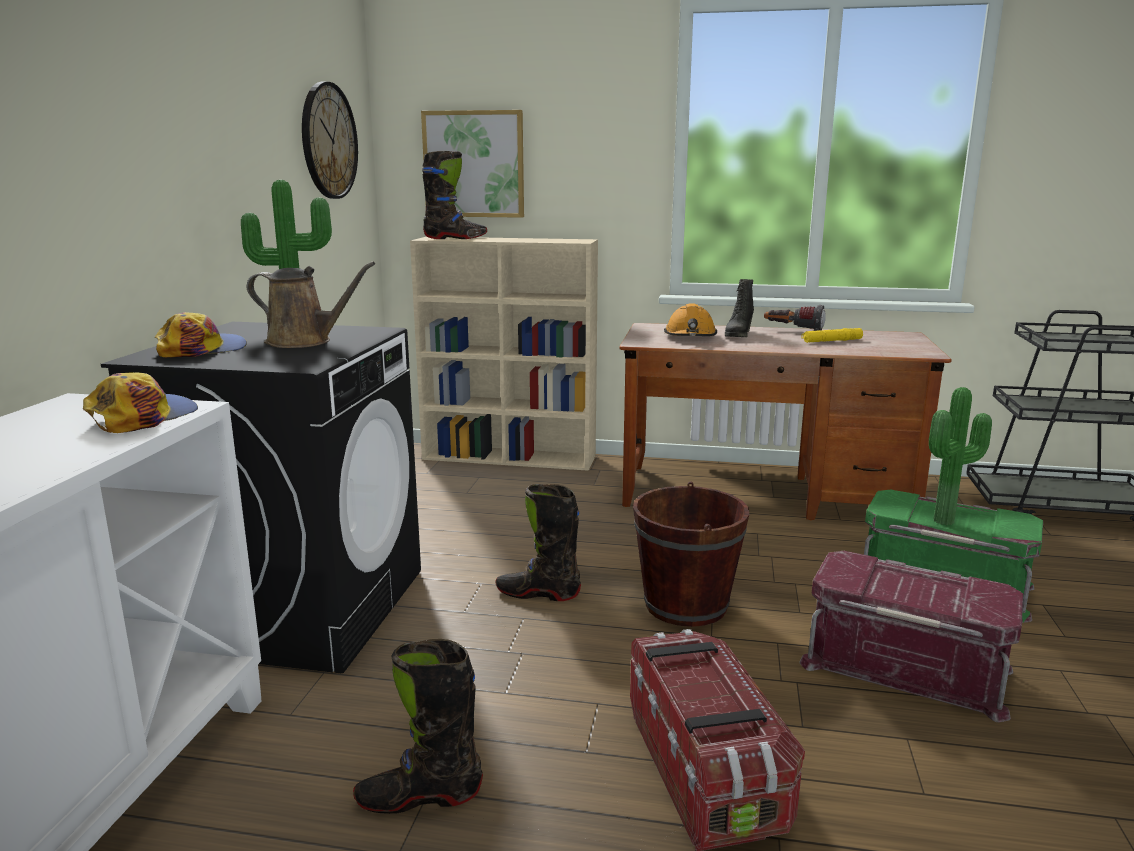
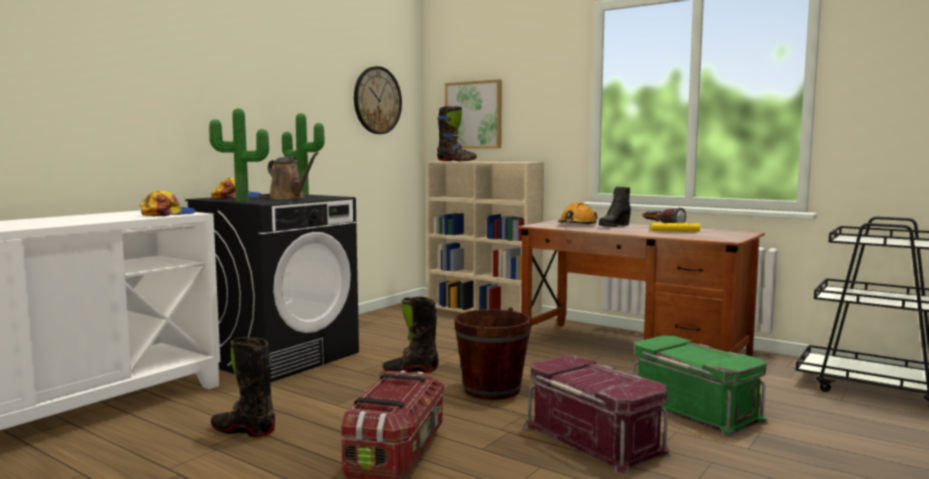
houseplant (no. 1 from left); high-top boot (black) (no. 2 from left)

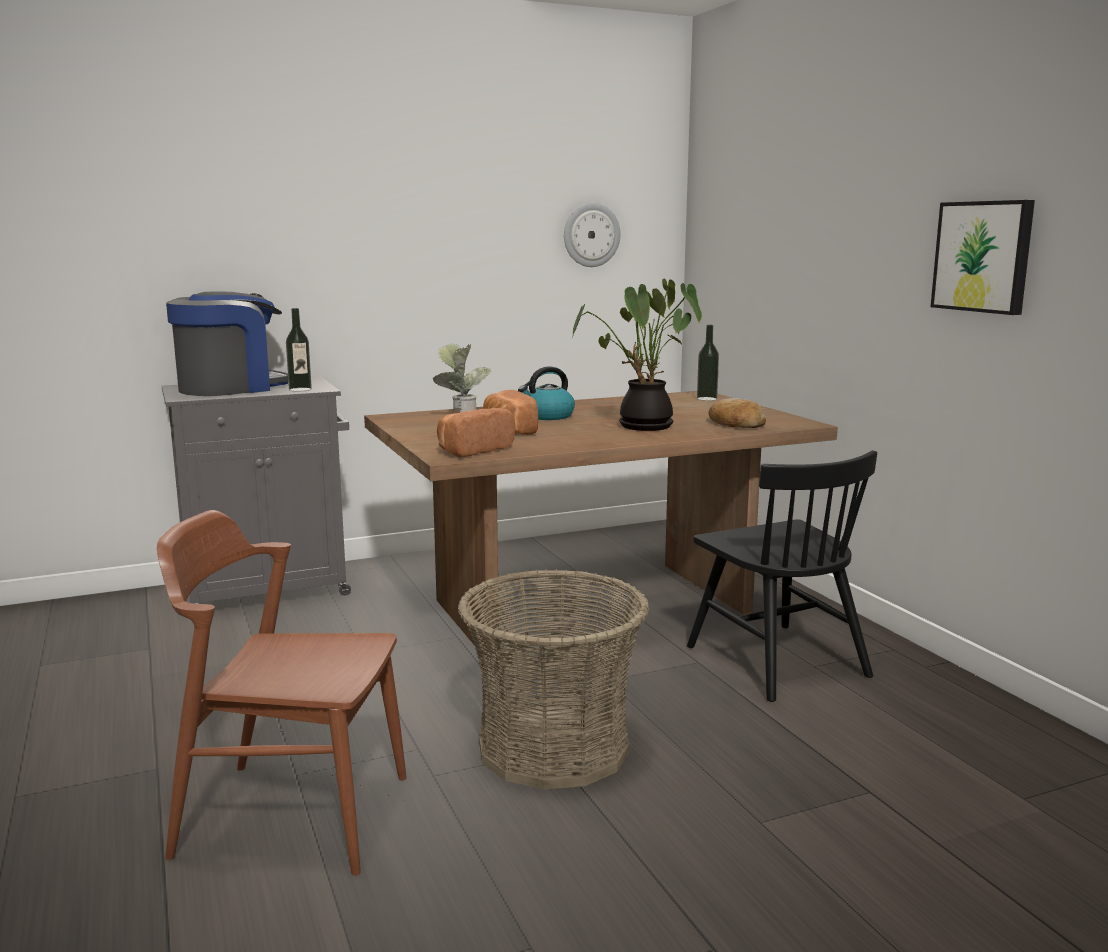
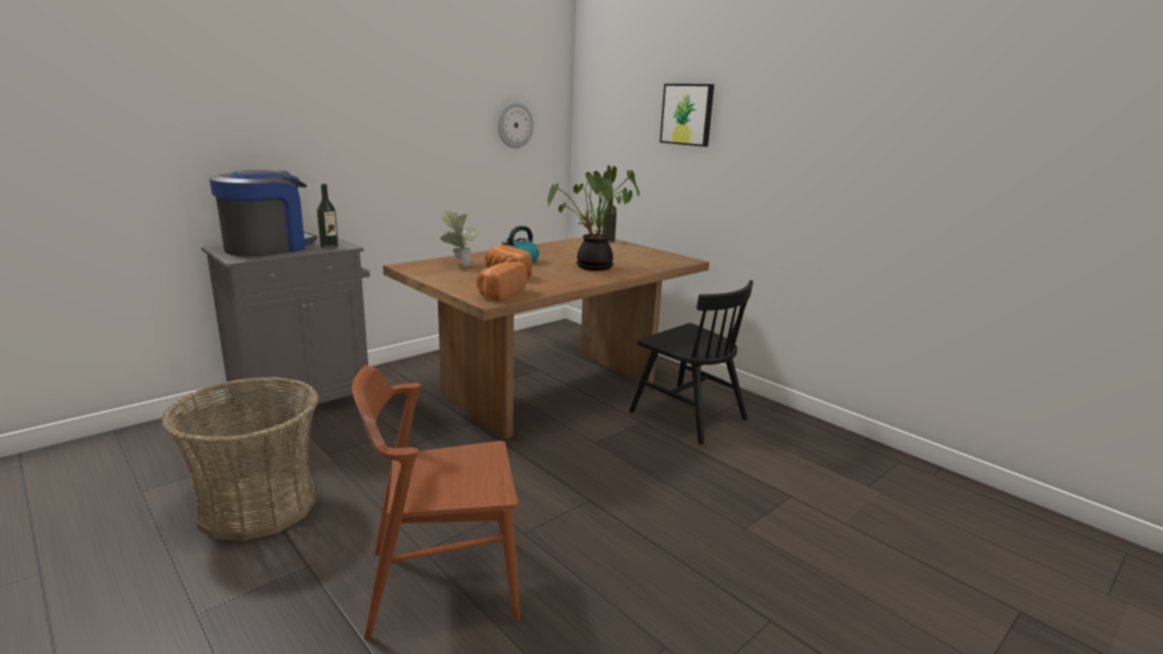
basket; wall art; baked bread (no. 3 from left in the first image)

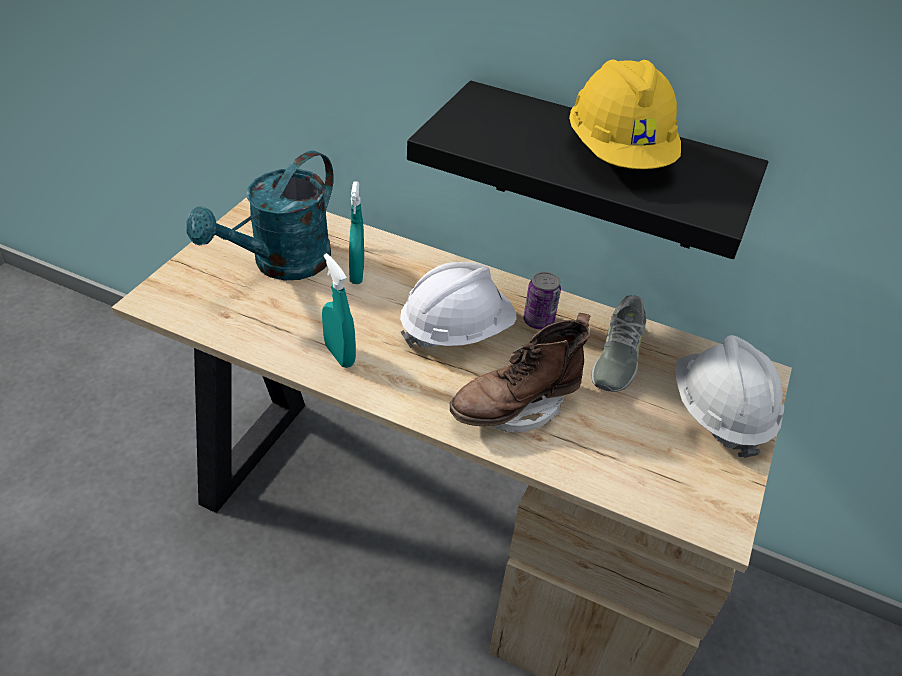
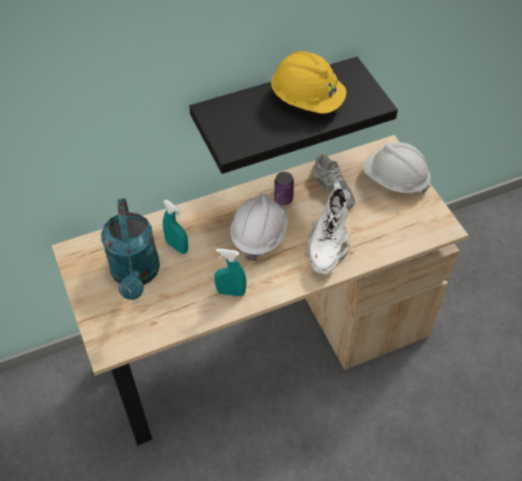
high-top boot (white-coloured)

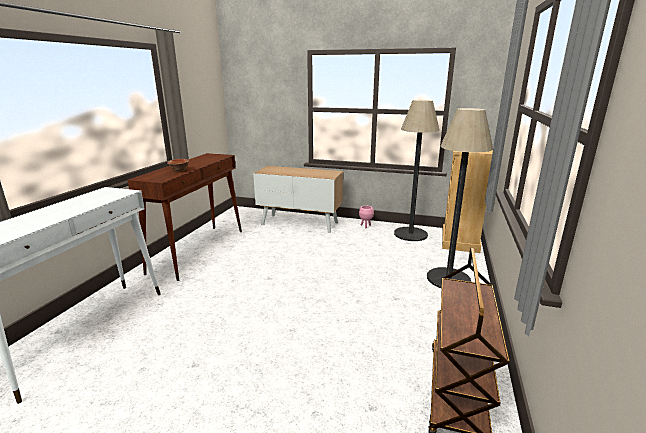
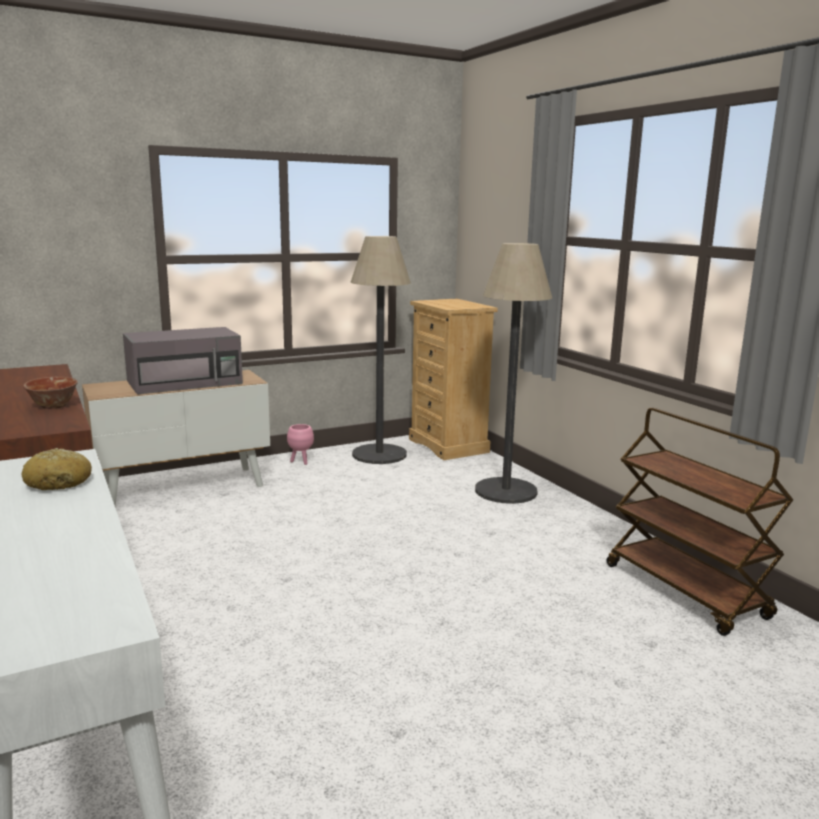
baked bread; microwave (grey)

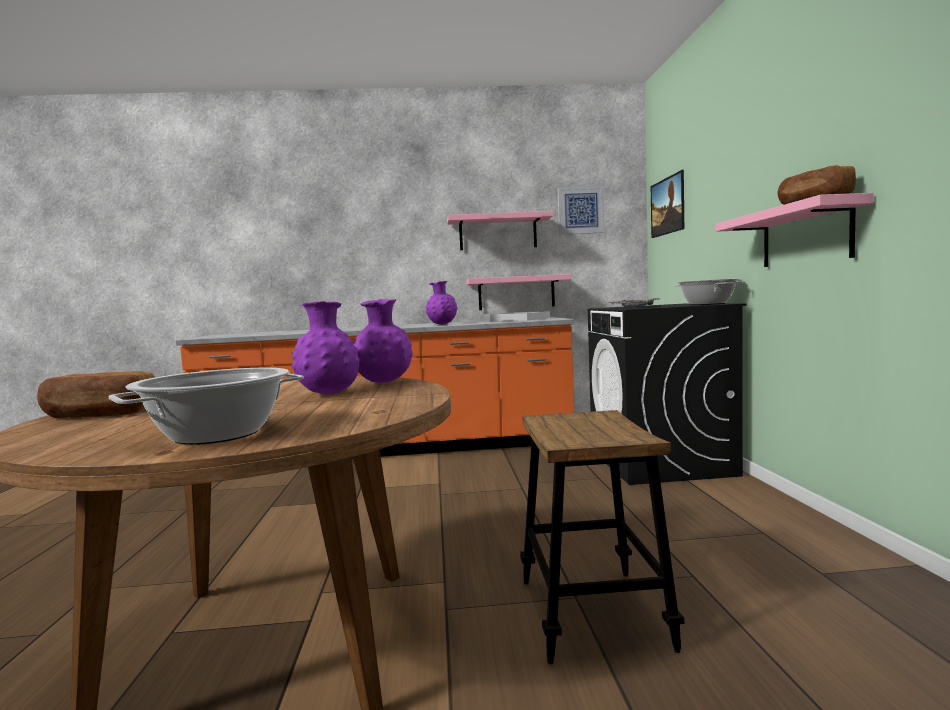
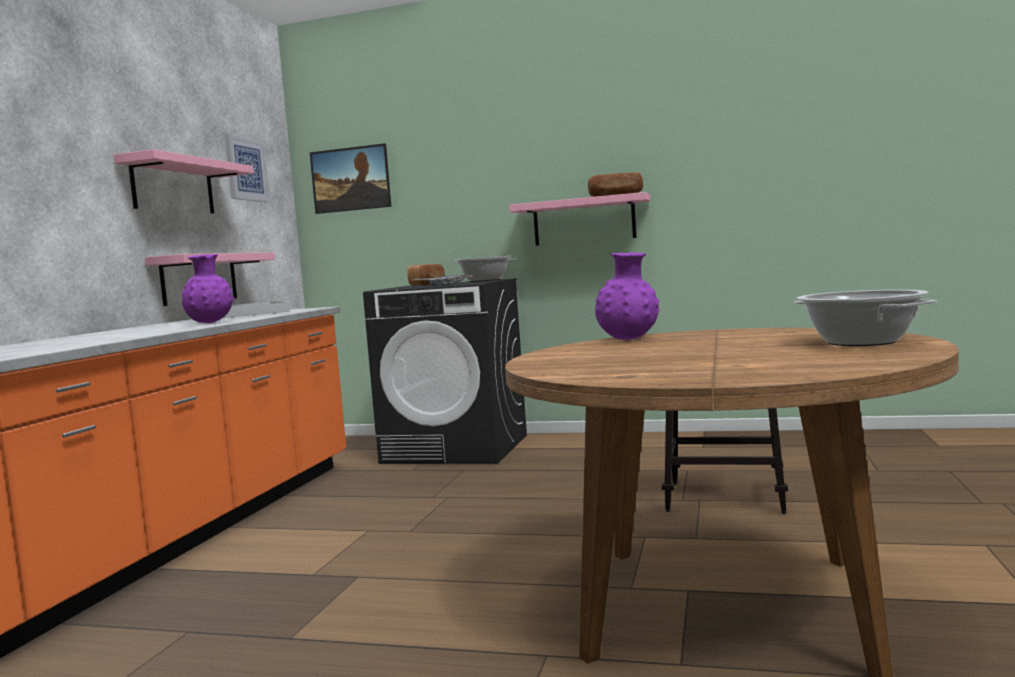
baked bread (no. 1 from left); decorative vase (purplish) (no. 1 from left in the first image)

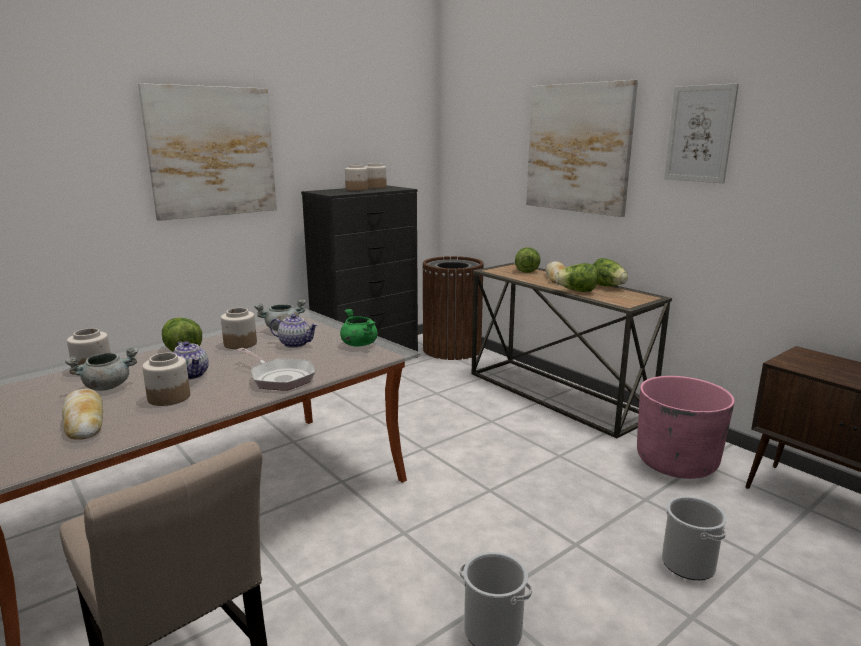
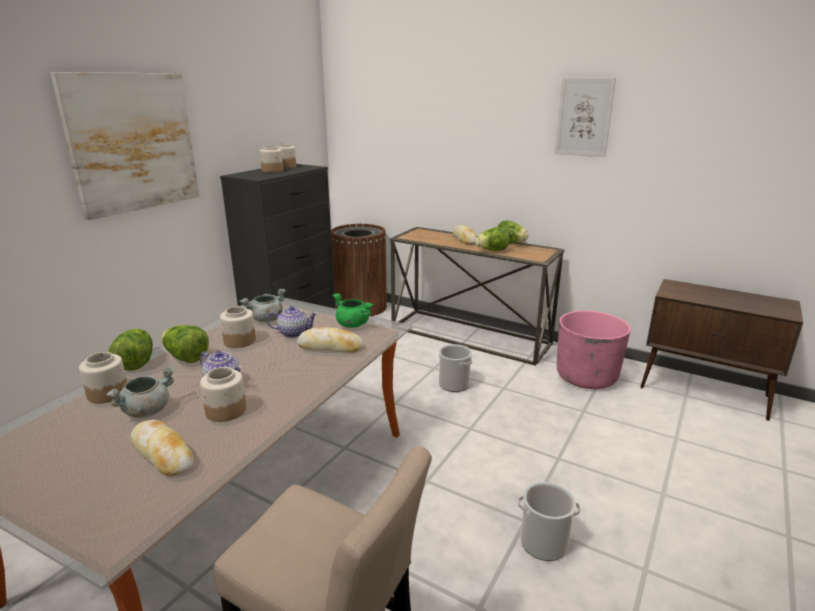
lettuce head (no. 1 from left); baked bread (no. 2 from left); bucket (no. 1 from left); pan; wall art (no. 2 from left in the first image)

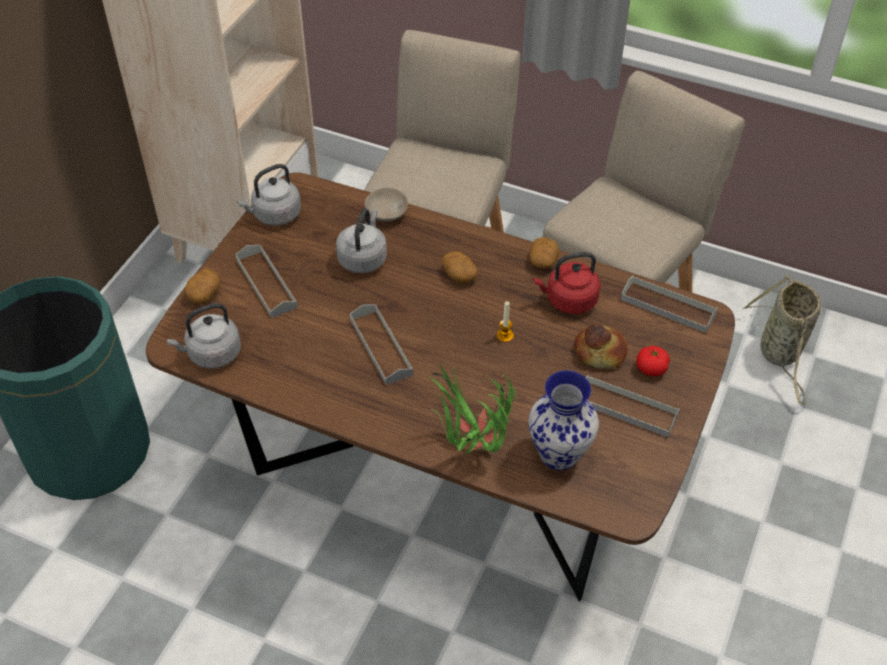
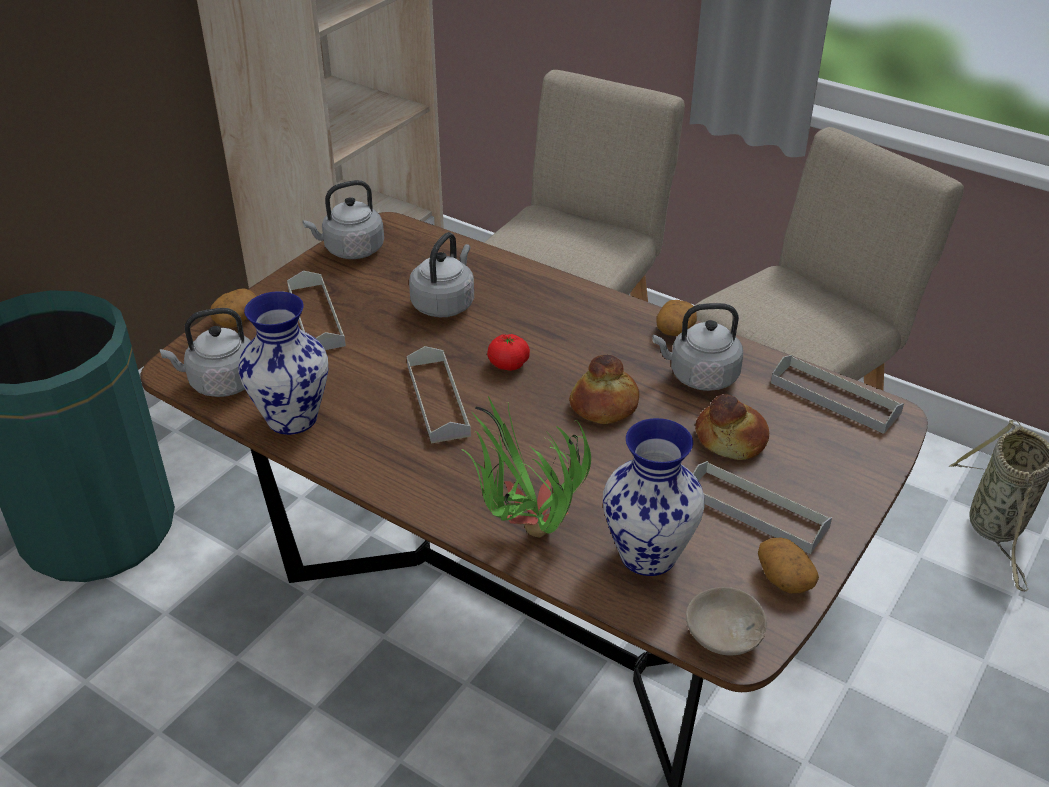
decorative vase (no. 1 from left); fresh tomato; baked bread (no. 1 from left); tea kettle (grey) (no. 4 from left); serving bowl (beige-coloured); spud (no. 3 from left)

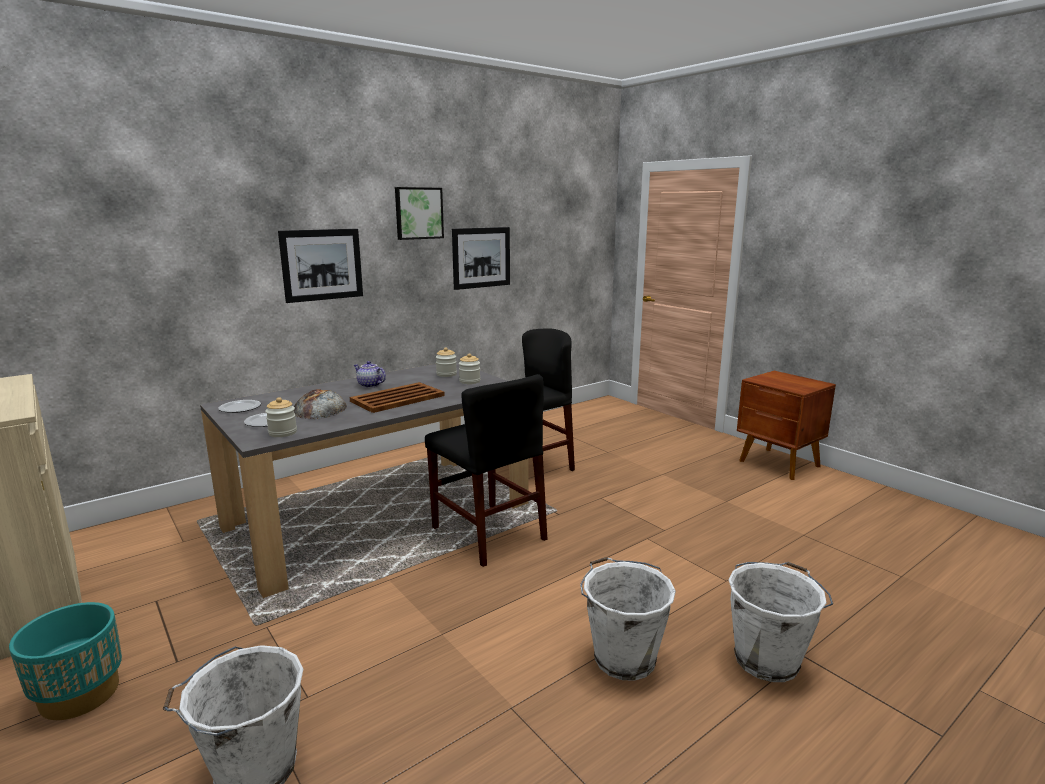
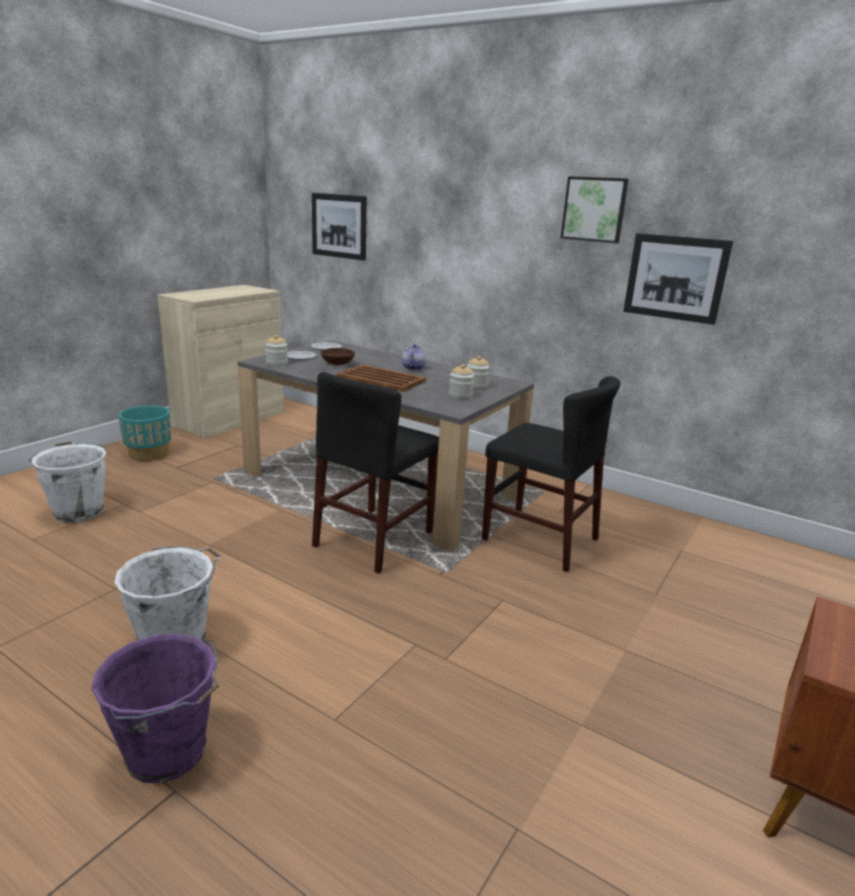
bucket (purplish); wall art (no. 1 from left); serving bowl (brown)

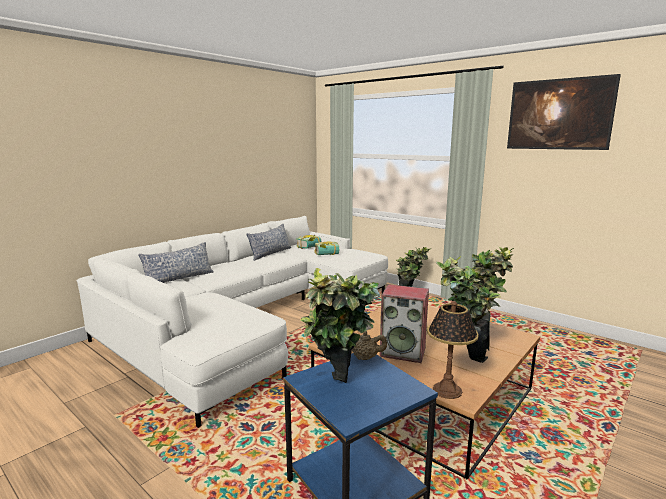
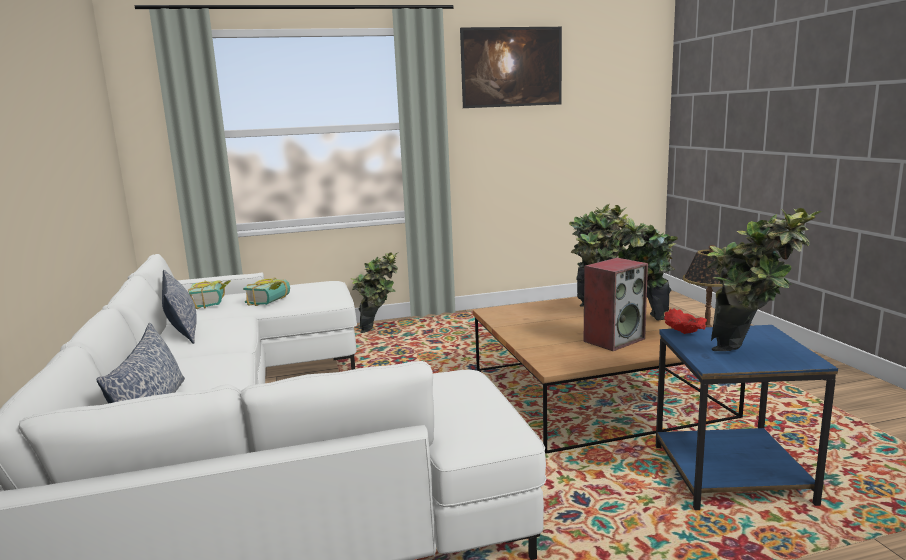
serving bowl (red-coloured)

